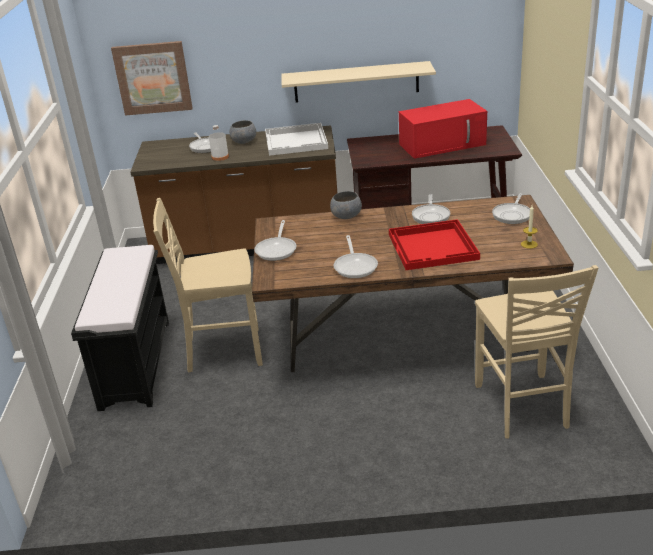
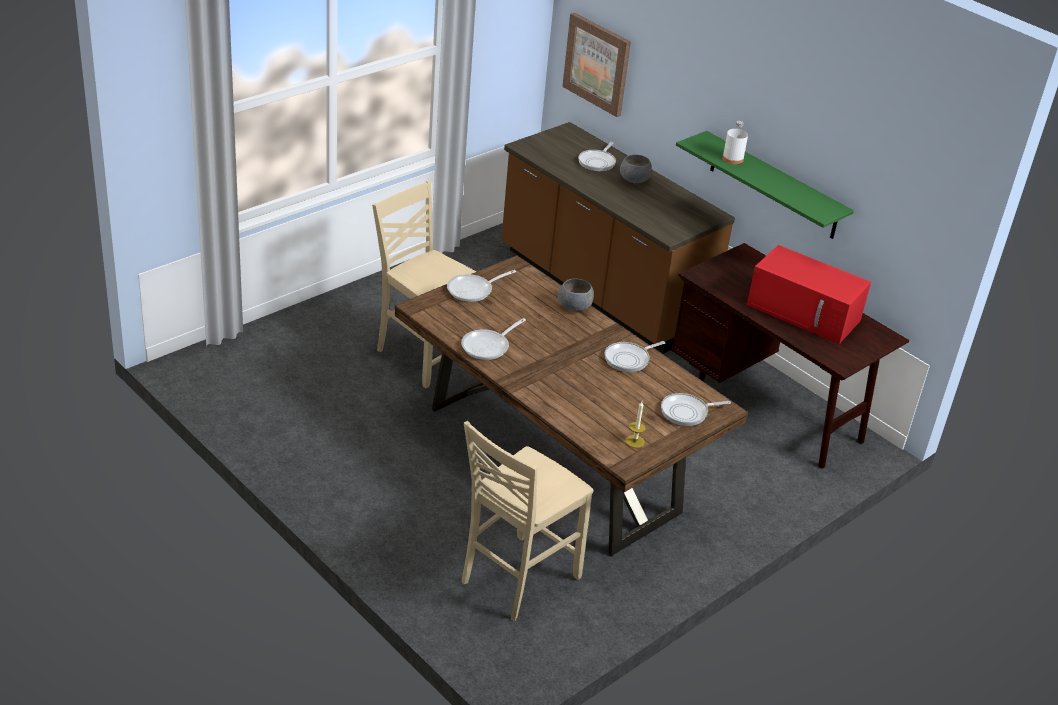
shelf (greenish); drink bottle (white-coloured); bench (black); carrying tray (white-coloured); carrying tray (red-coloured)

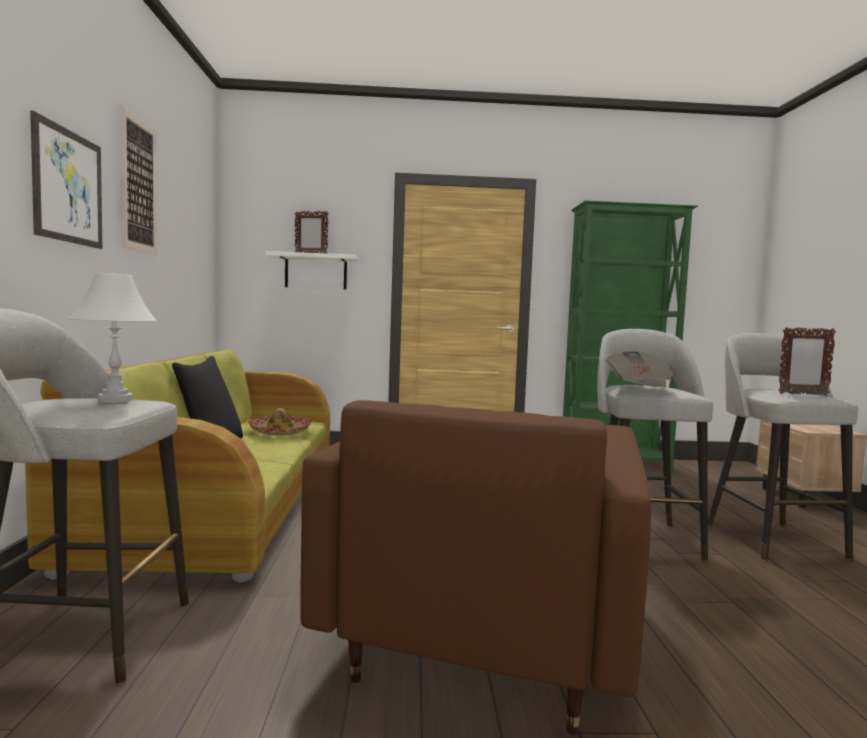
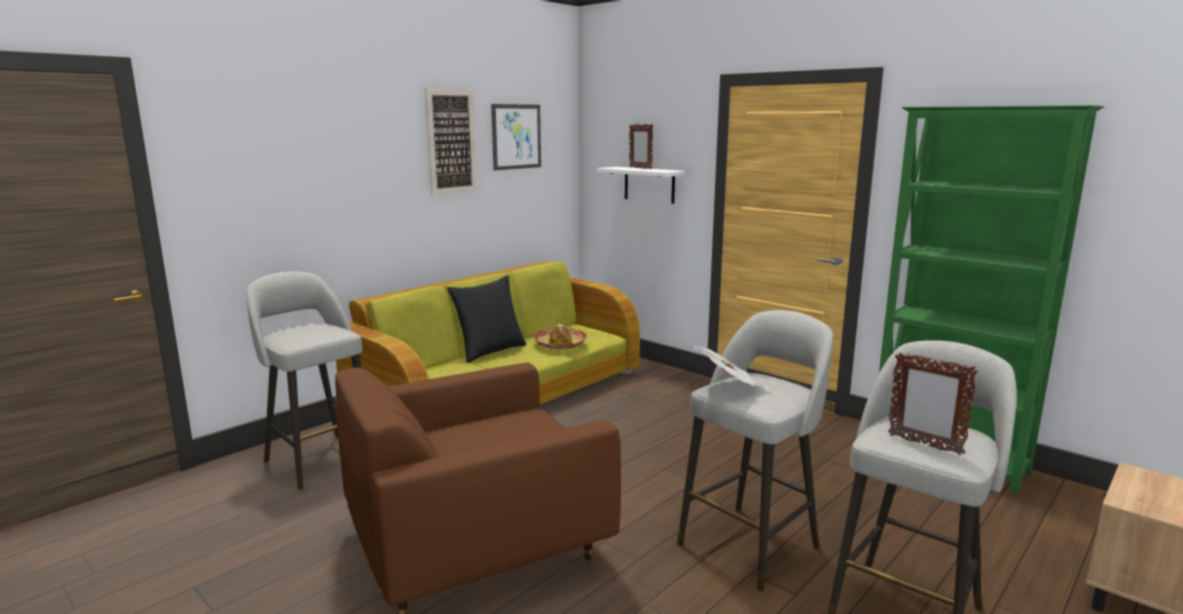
wall art (no. 2 from left); lamp for a table (white-coloured)

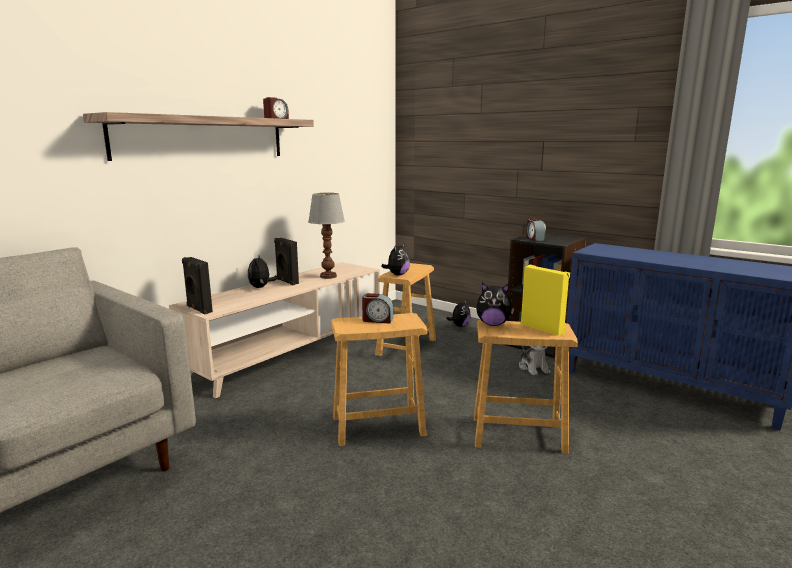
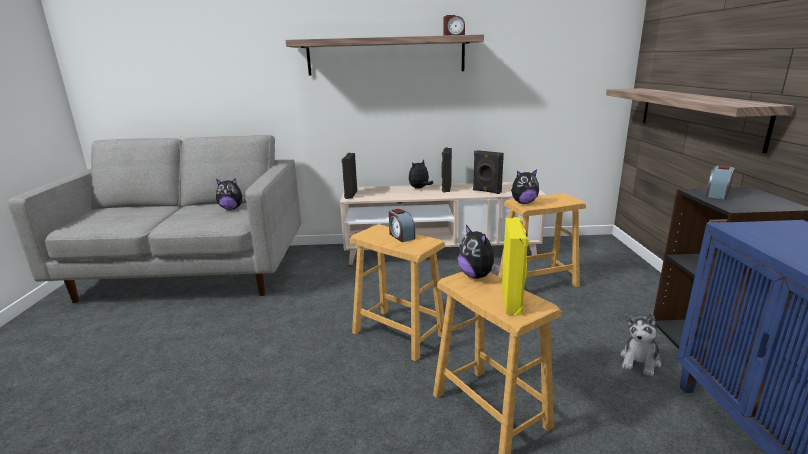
cuddly toy (no. 1 from left); loudspeaker (black) (no. 3 from left); shelf (no. 2 from left)

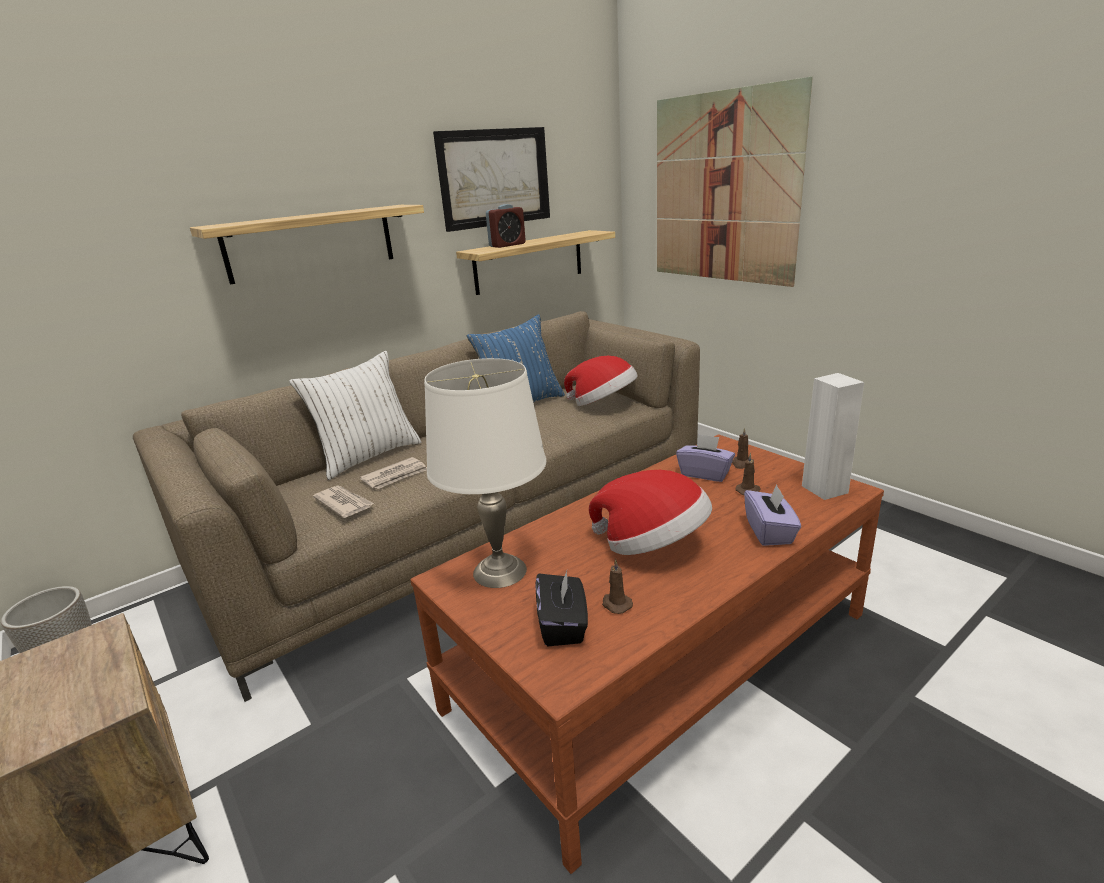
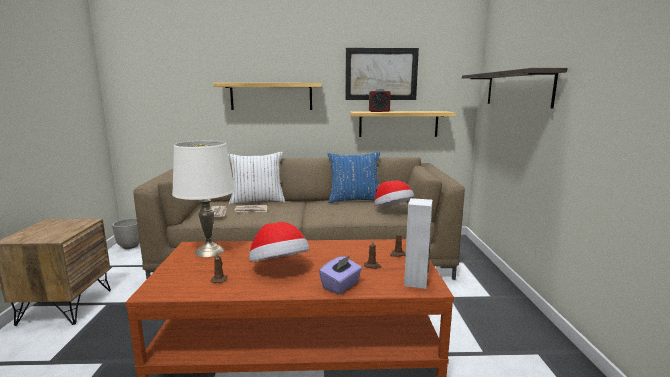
shelf (no. 3 from left); tissue holder (black); tissue holder (purplish) (no. 1 from left in the first image)

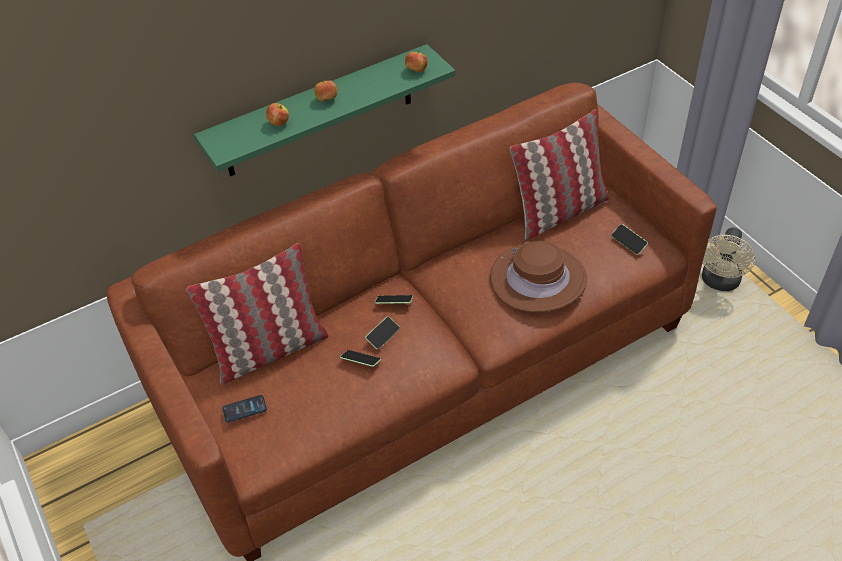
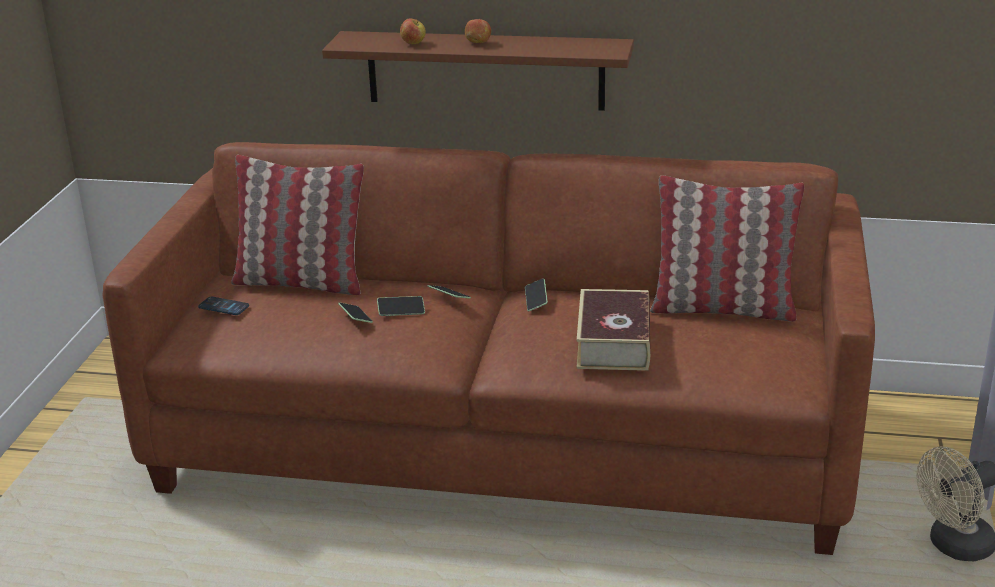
shelf (brown); phone (no. 5 from left); volume; whole apple (no. 3 from left in the first image)

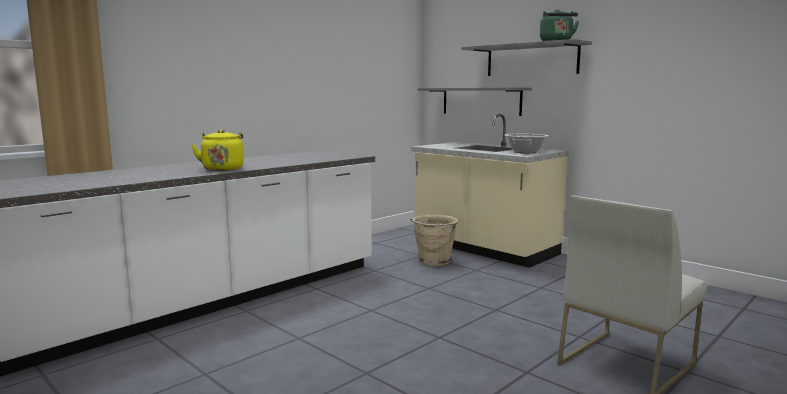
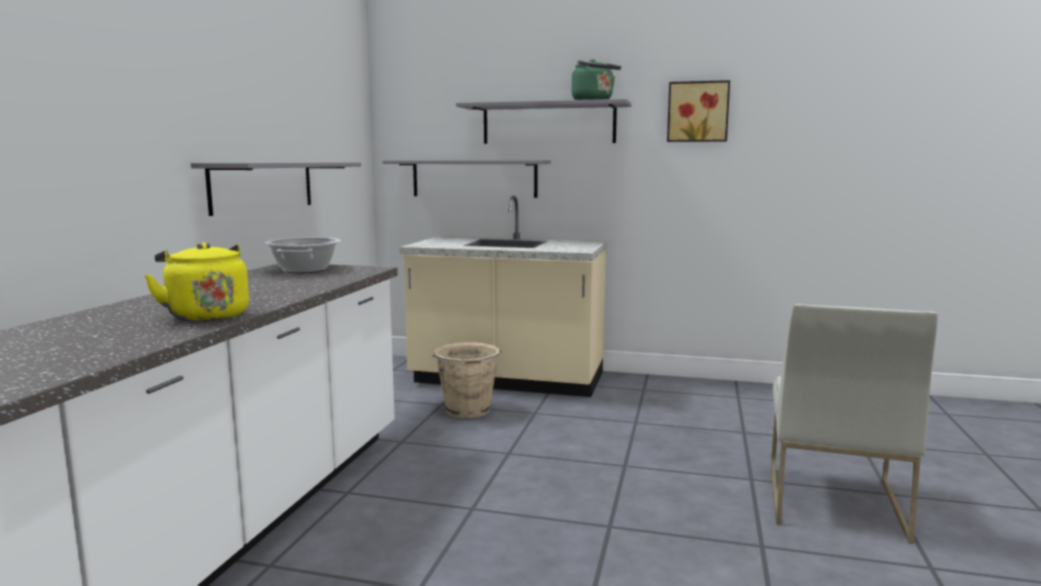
shelf (grey) (no. 1 from left); stockpot; wall art

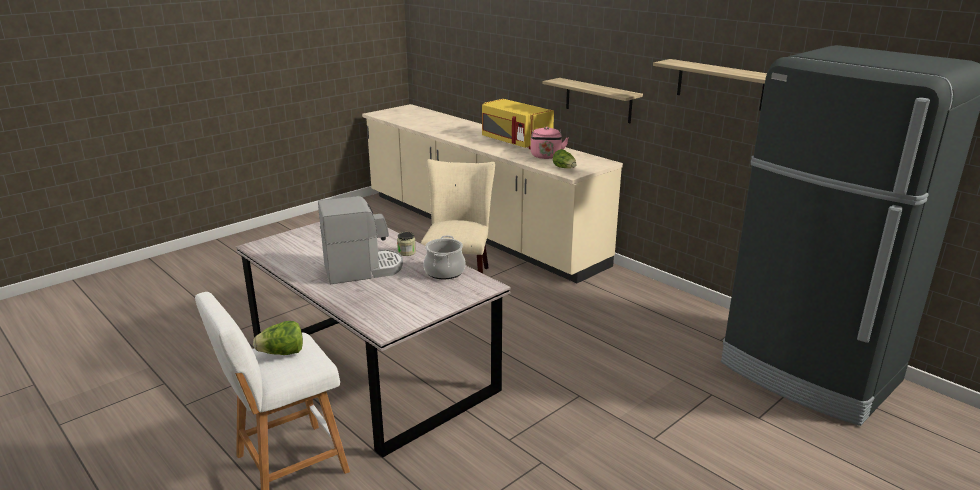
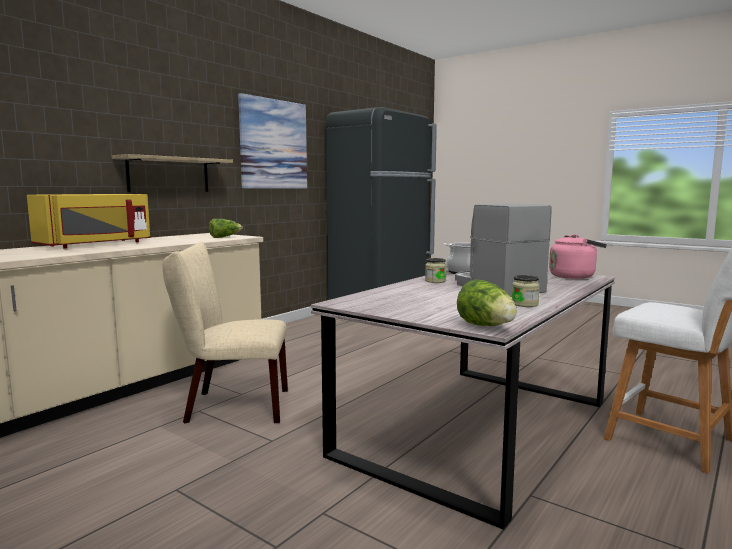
wall art; lettuce head (no. 2 from left); preserve jar (no. 2 from left); tea kettle (pinkish)

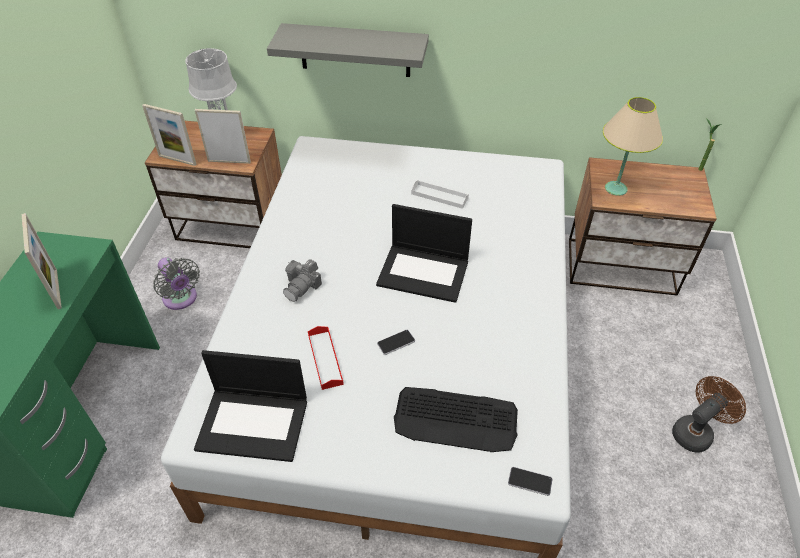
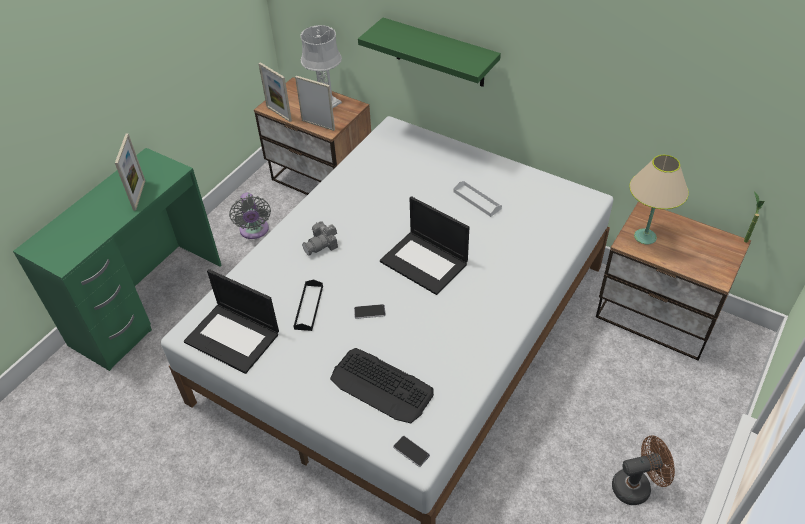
carrying tray (black); shelf (greenish)

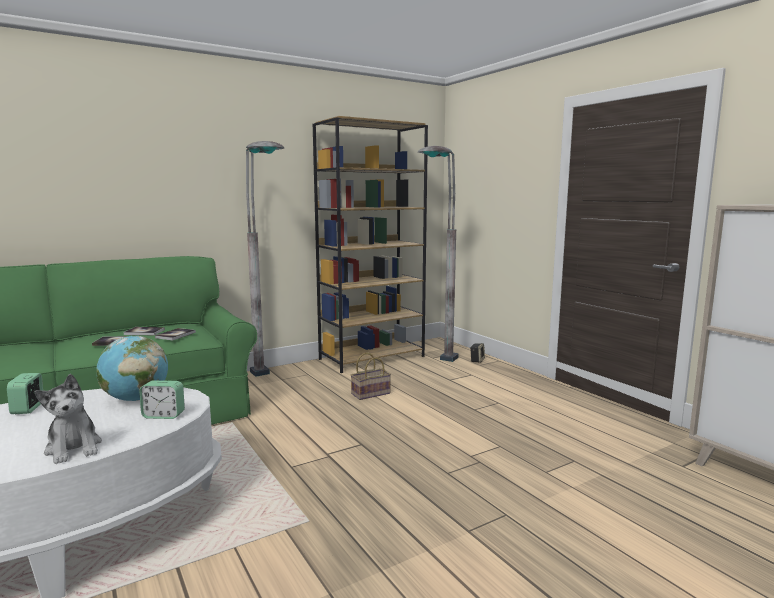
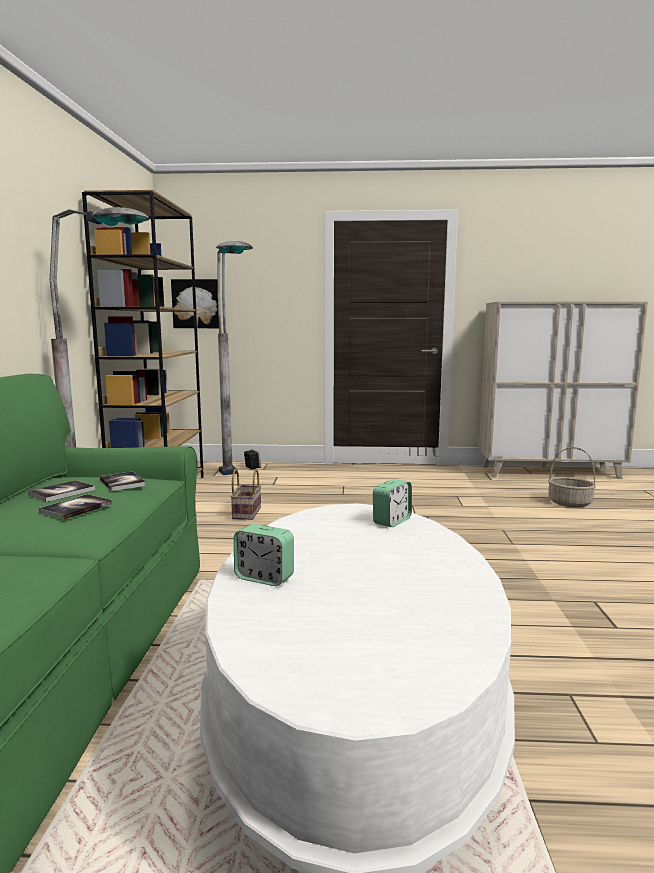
wall art; basket (no. 2 from left); cuddly toy; globe

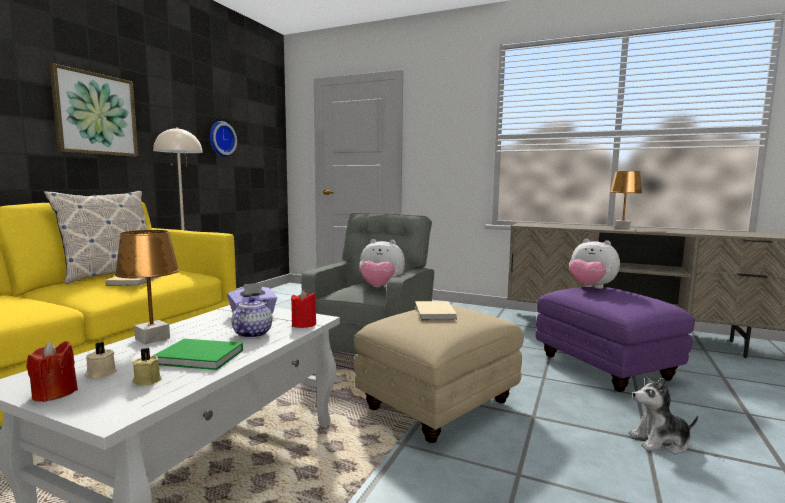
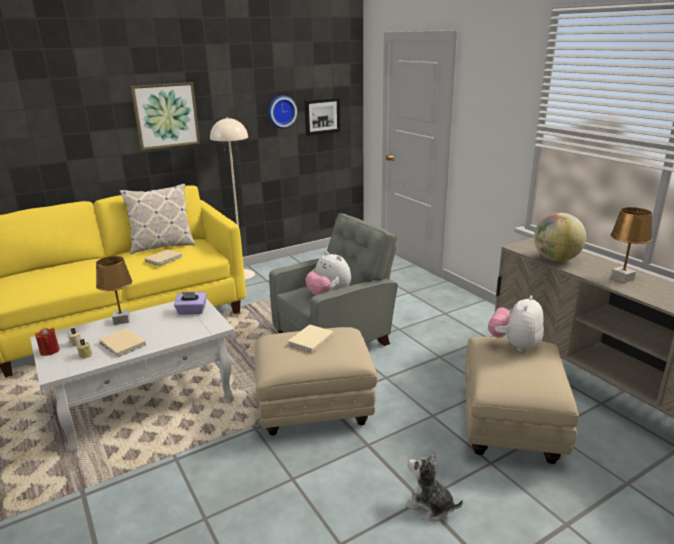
volume (beige-coloured) (no. 1 from left); wall art (no. 2 from left); pouffe (beige-coloured) (no. 2 from left); cuddly toy (no. 3 from left); globe; tea pot; wax light (red-coloured) (no. 2 from left in the first image)

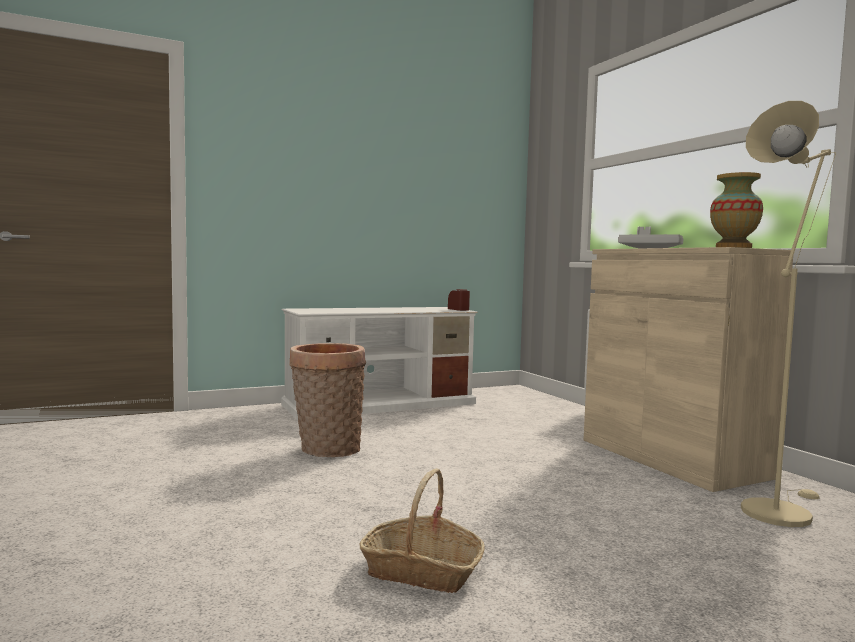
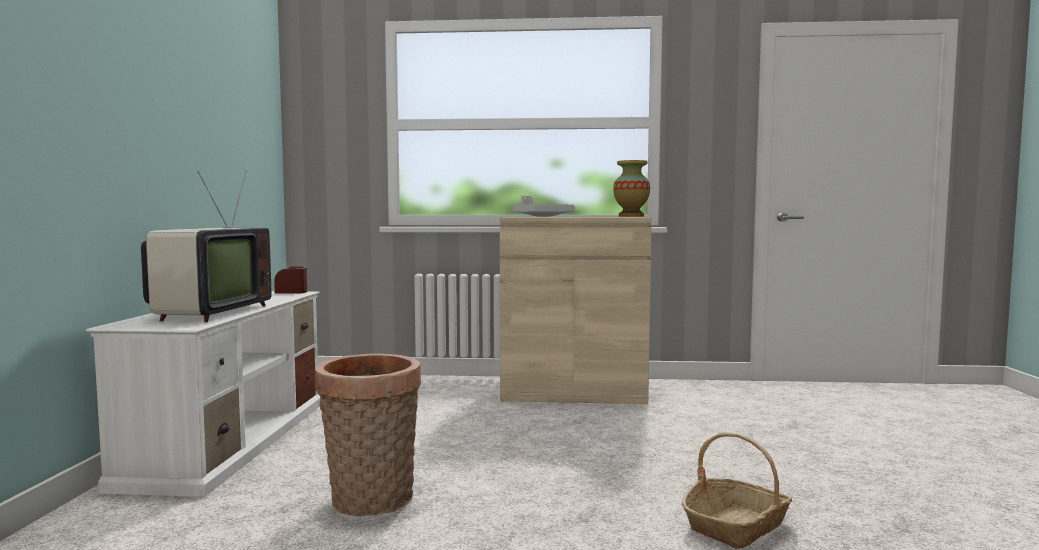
television; standard lamp (beige-coloured)

